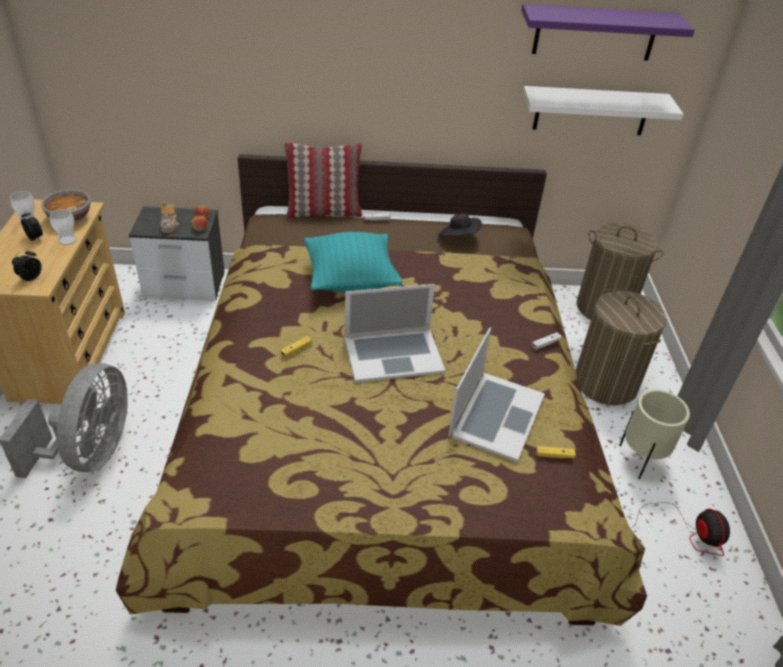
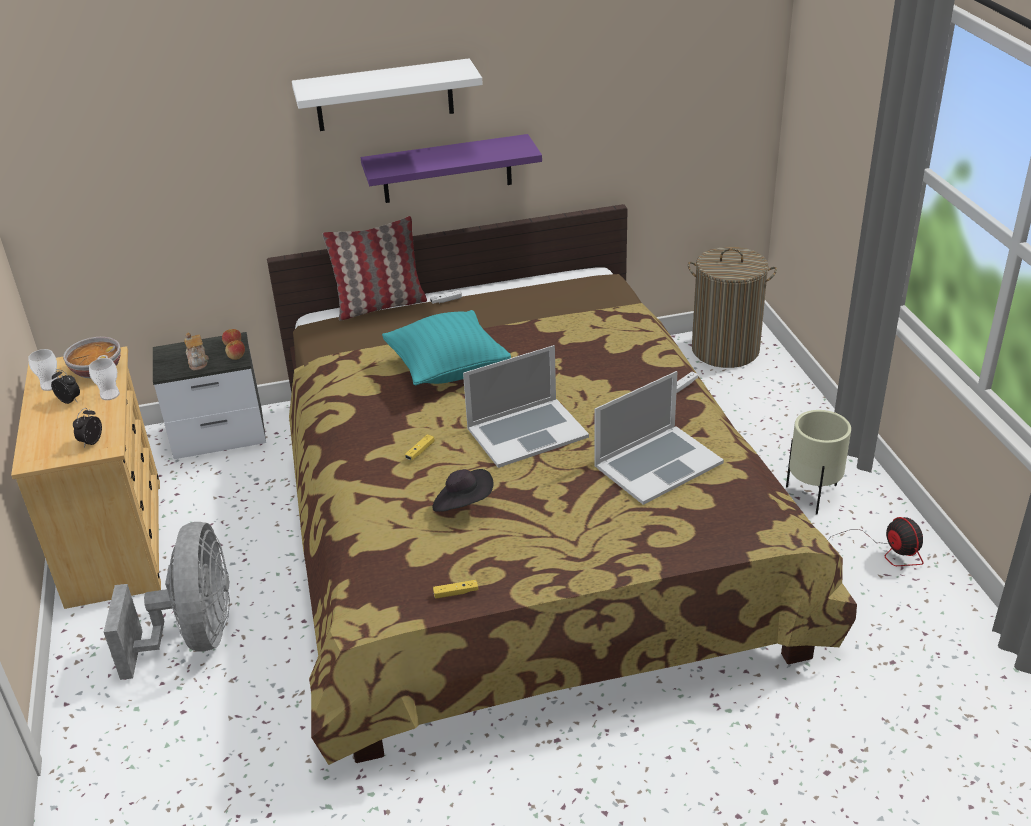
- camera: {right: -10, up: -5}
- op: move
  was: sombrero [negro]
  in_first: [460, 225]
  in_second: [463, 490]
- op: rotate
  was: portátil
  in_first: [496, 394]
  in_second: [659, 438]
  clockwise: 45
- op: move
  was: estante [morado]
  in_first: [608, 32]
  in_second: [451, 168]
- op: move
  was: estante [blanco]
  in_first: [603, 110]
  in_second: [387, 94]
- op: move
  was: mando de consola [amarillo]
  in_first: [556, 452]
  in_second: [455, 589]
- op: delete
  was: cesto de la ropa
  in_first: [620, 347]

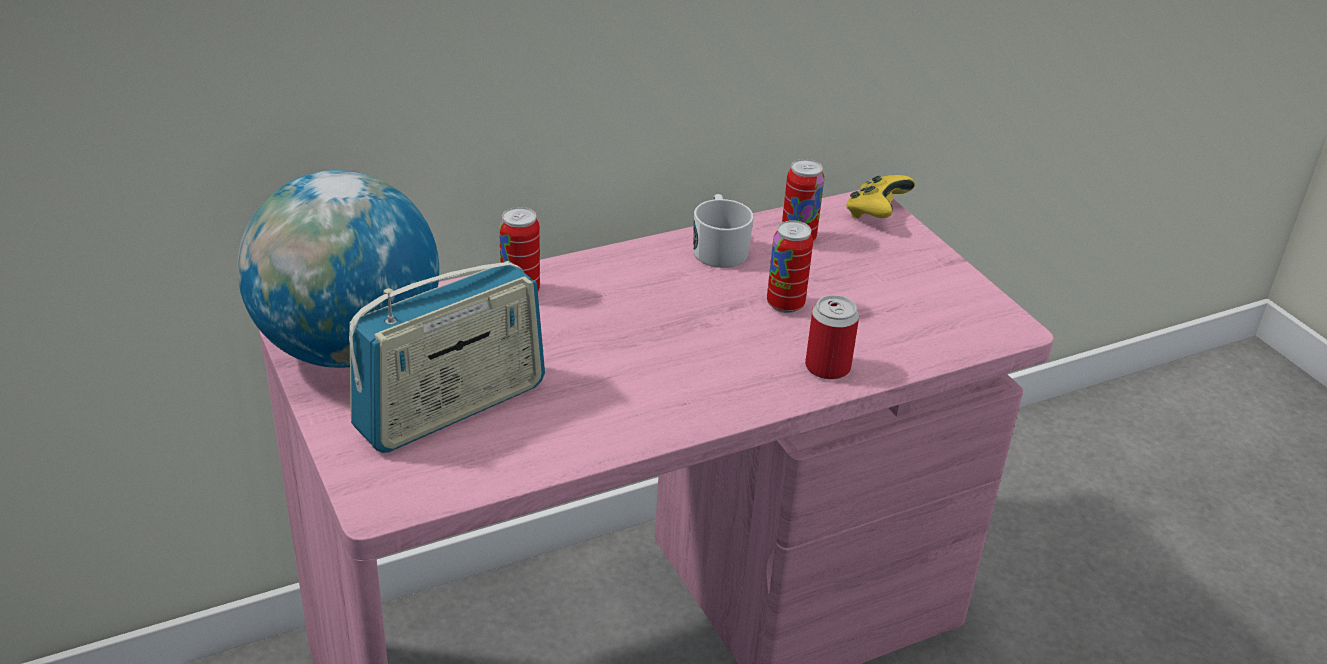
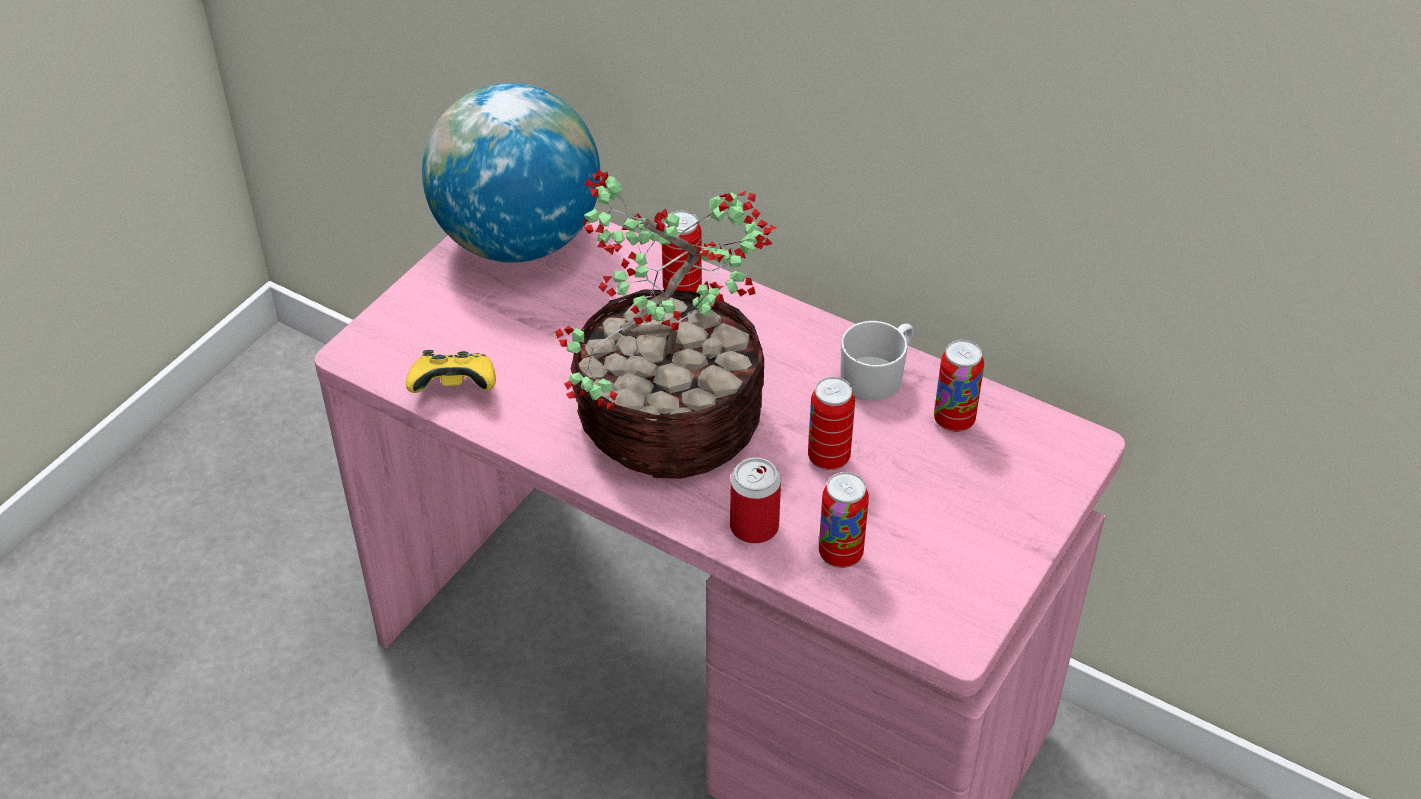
- camera: {right: 60, up: 10}
- op: delete
  was: radio
  in_first: [447, 357]
- op: move
  was: mando de consola [amarillo]
  in_first: [881, 197]
  in_second: [451, 371]
- op: insert
  now: planta en maceta
  in_second: [665, 324]
- op: insert
  now: lata
  in_second: [844, 520]

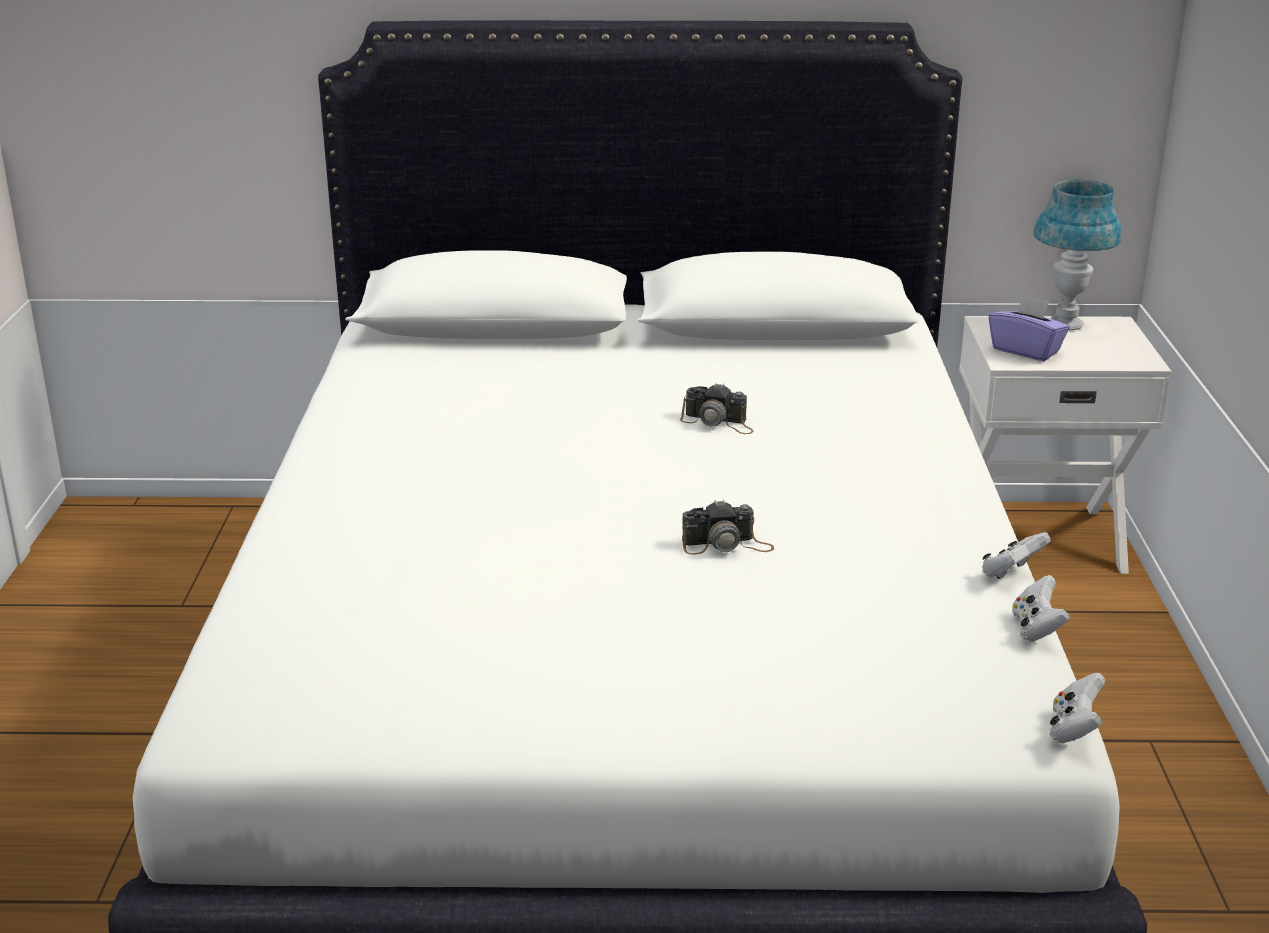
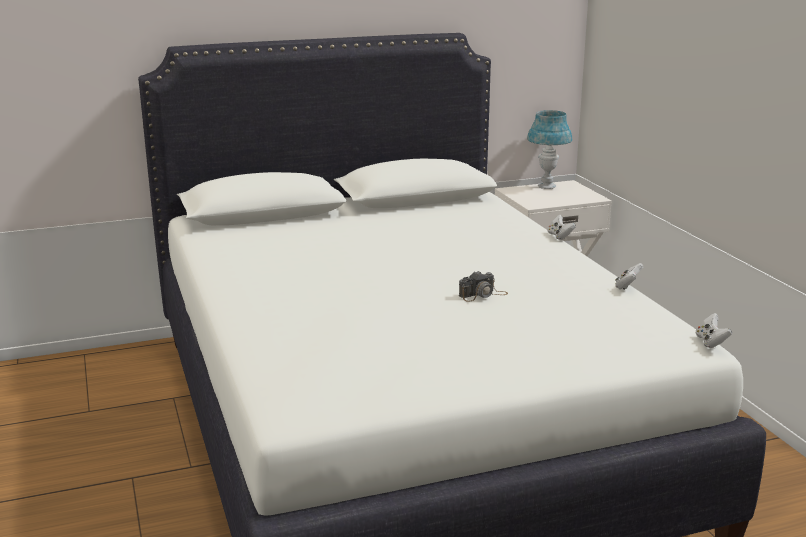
- camera: {right: -20, up: -5}
- op: delete
  was: cámara
  in_first: [717, 408]
- op: delete
  was: caja de pañuelos [morado]
  in_first: [1029, 327]
- op: move
  was: mando de consola [blanco]
  in_first: [1041, 608]
  in_second: [561, 227]

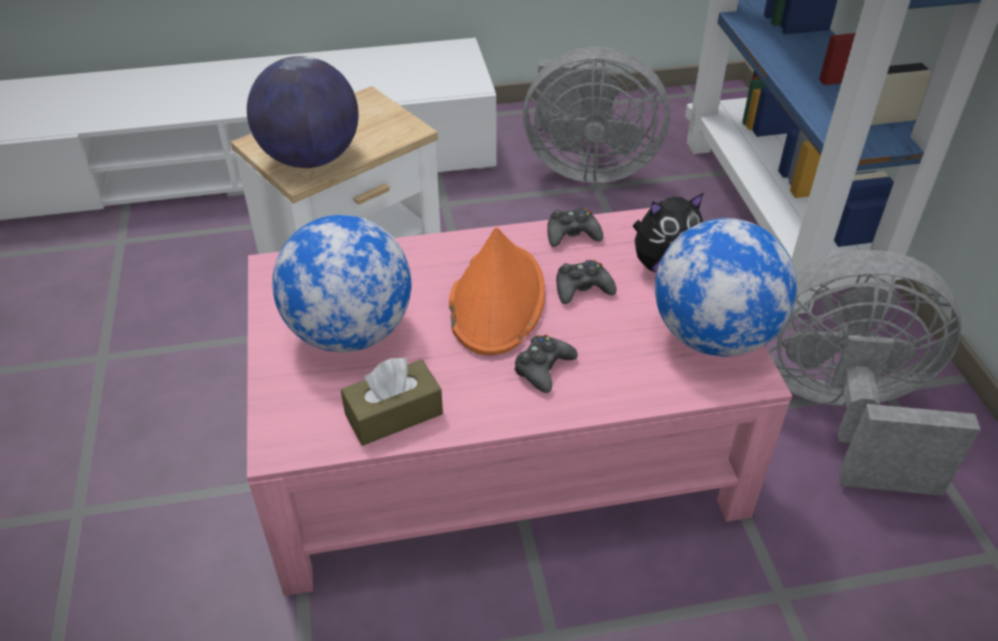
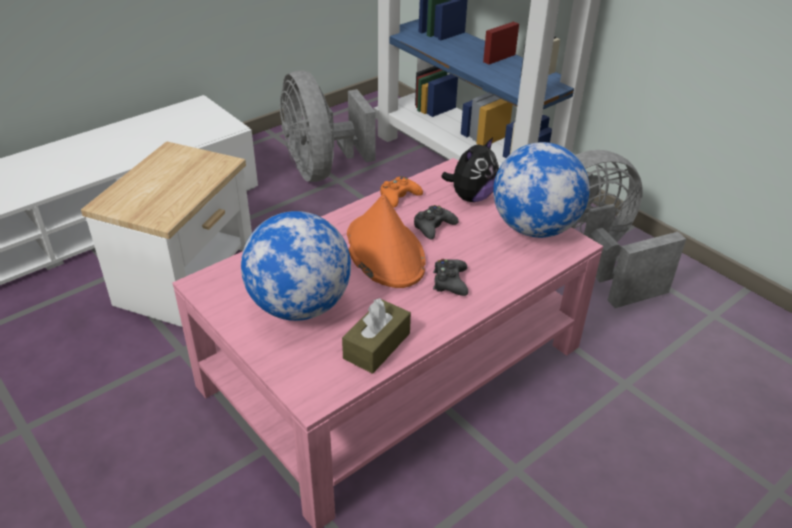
- camera: {right: -30, up: -5}
- op: delete
  was: globo terráqueo
  in_first: [303, 112]
- op: rotate
  was: ventilador [gris]
  in_first: [596, 115]
  in_second: [327, 126]
  clockwise: 90
- op: recolor
  was: mando de consola [negro]
  now: mando de consola [naranja]
  in_first: [575, 227]
  in_second: [401, 192]

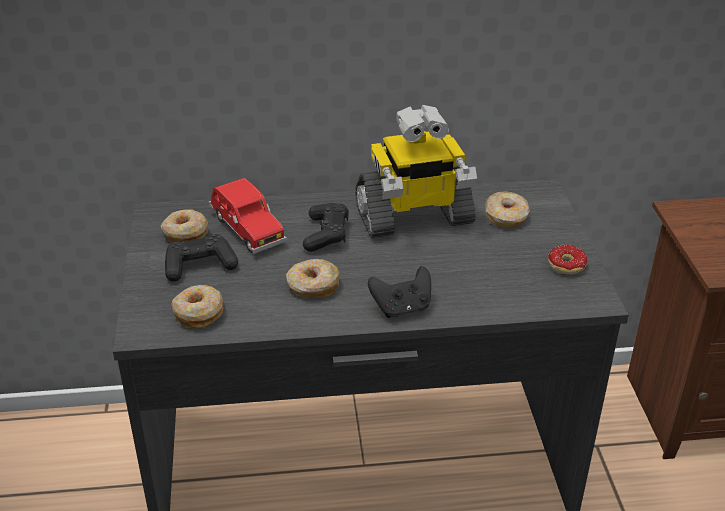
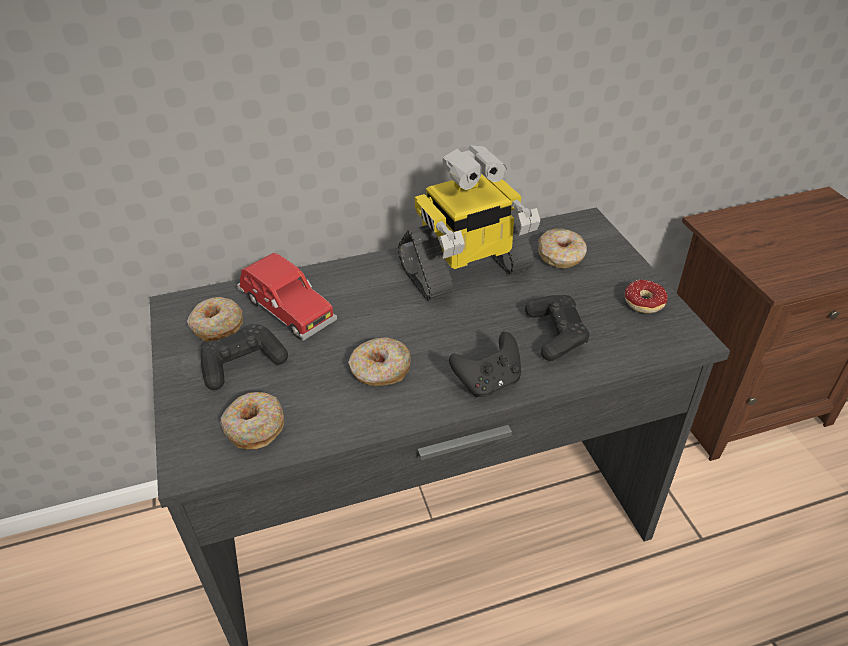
- camera: {right: -10, up: 5}
- op: move
  was: mando de consola [negro]
  in_first: [326, 227]
  in_second: [557, 328]

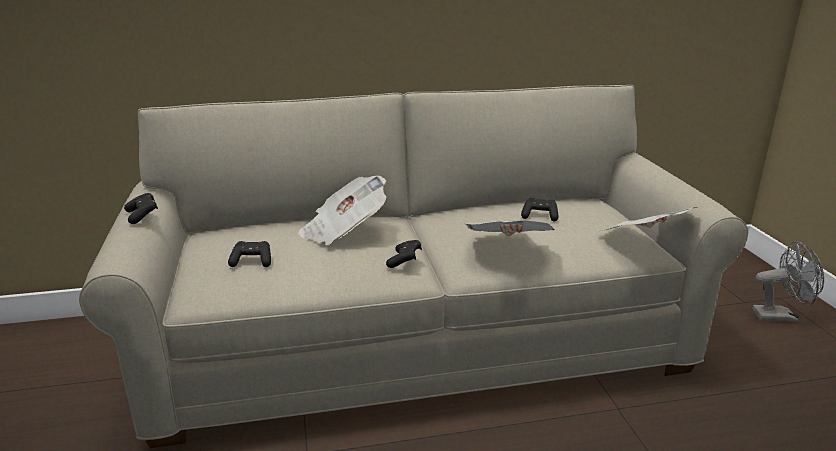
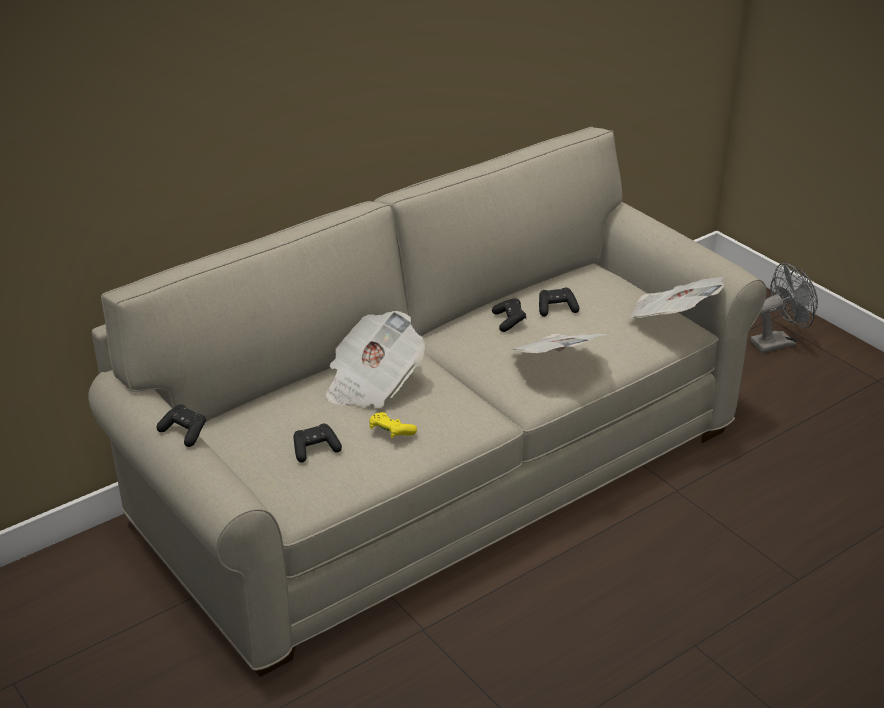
- camera: {right: -25, up: 10}
- op: move
  was: mando de consola [negro]
  in_first: [404, 254]
  in_second: [509, 315]
- op: insert
  now: mando de consola [amarillo]
  in_second: [393, 425]

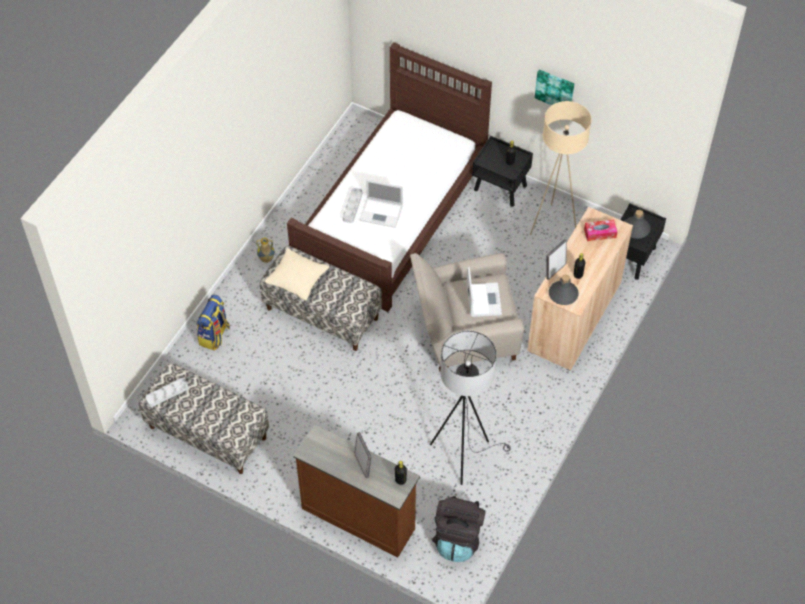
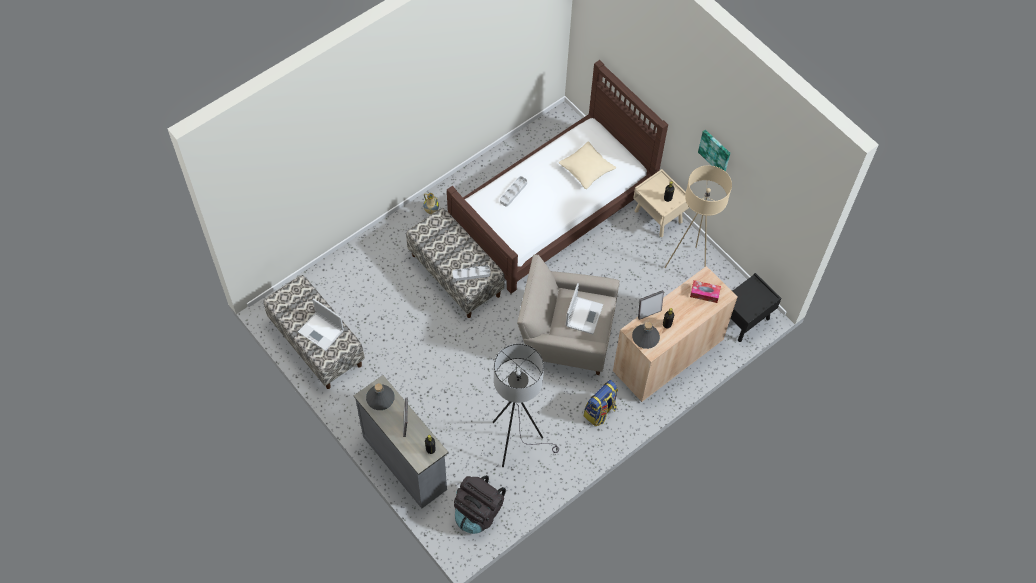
- camera: {right: 20, up: 5}
- op: move
  was: bandeja [gris]
  in_first: [166, 392]
  in_second: [471, 273]
- op: move
  was: mochila
  in_first: [213, 323]
  in_second: [601, 403]
- op: move
  was: cojín [beis]
  in_first: [297, 274]
  in_second: [587, 165]
- op: recolor
  was: cómoda [marrón]
  now: cómoda [gris]
  in_first: [356, 490]
  in_second: [400, 441]
- op: move
  was: portátil
  in_first: [381, 204]
  in_second: [321, 324]
- op: recolor
  was: mesita de noche [negro]
  now: mesita de noche [beis]
  in_first: [502, 171]
  in_second: [661, 203]
- op: move
  was: botella [gris]
  in_first: [637, 224]
  in_second: [380, 396]

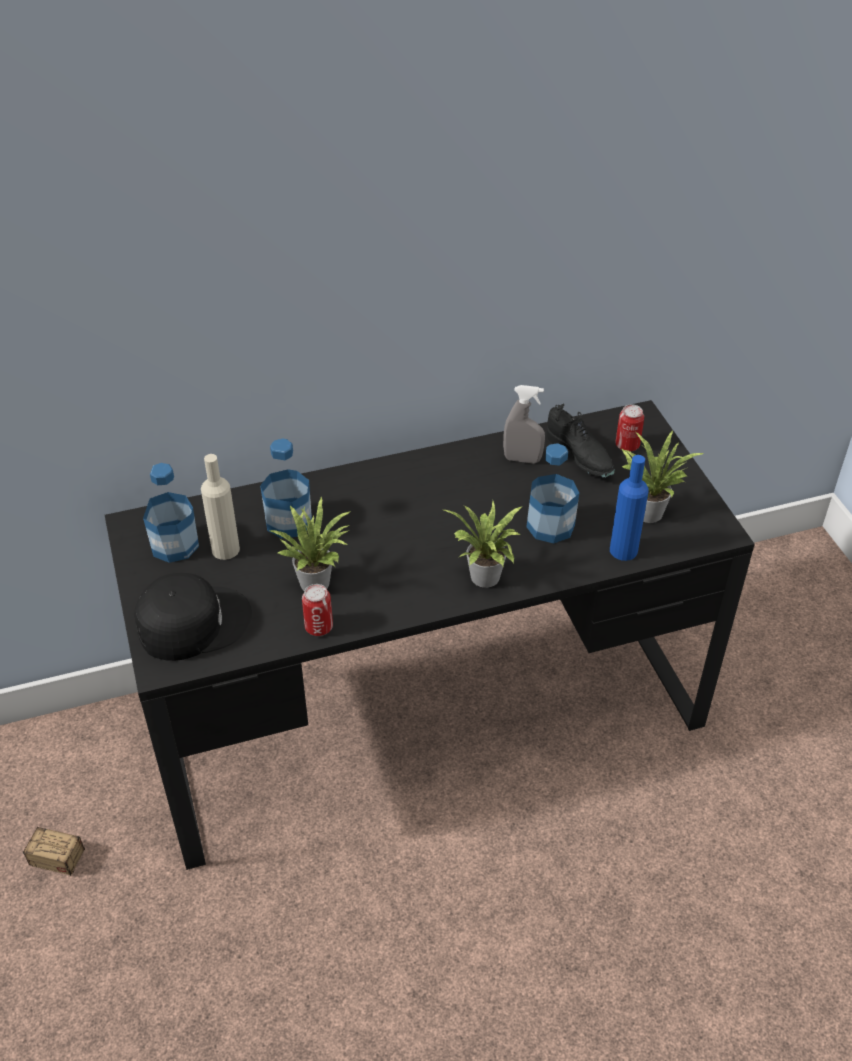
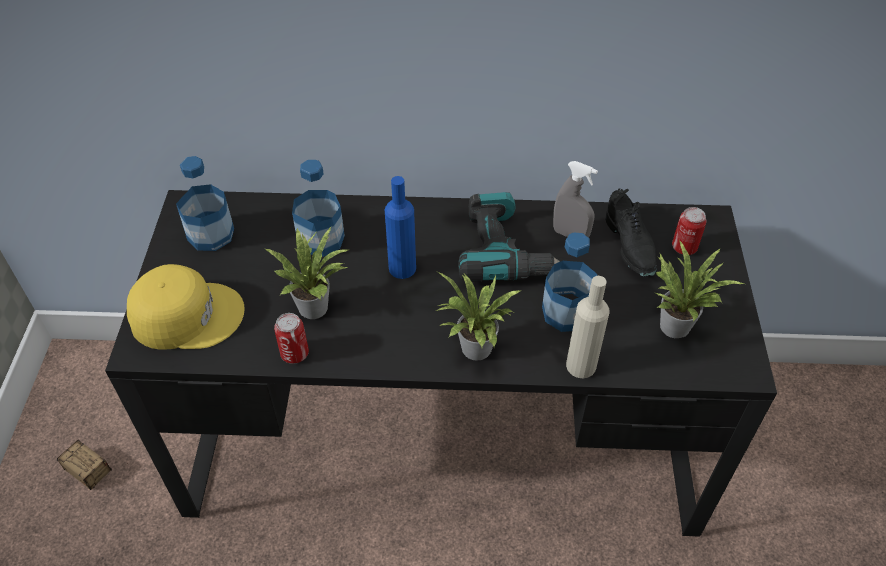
- camera: {right: 20, up: 5}
- op: recolor
  was: gorra [negro]
  now: gorra [amarillo]
  in_first: [193, 617]
  in_second: [186, 307]
- op: move
  was: botella [beis]
  in_first: [220, 507]
  in_second: [587, 327]
- op: move
  was: botella [azul]
  in_first: [629, 508]
  in_second: [400, 227]
- op: insert
  now: taladro
  in_second: [508, 237]

